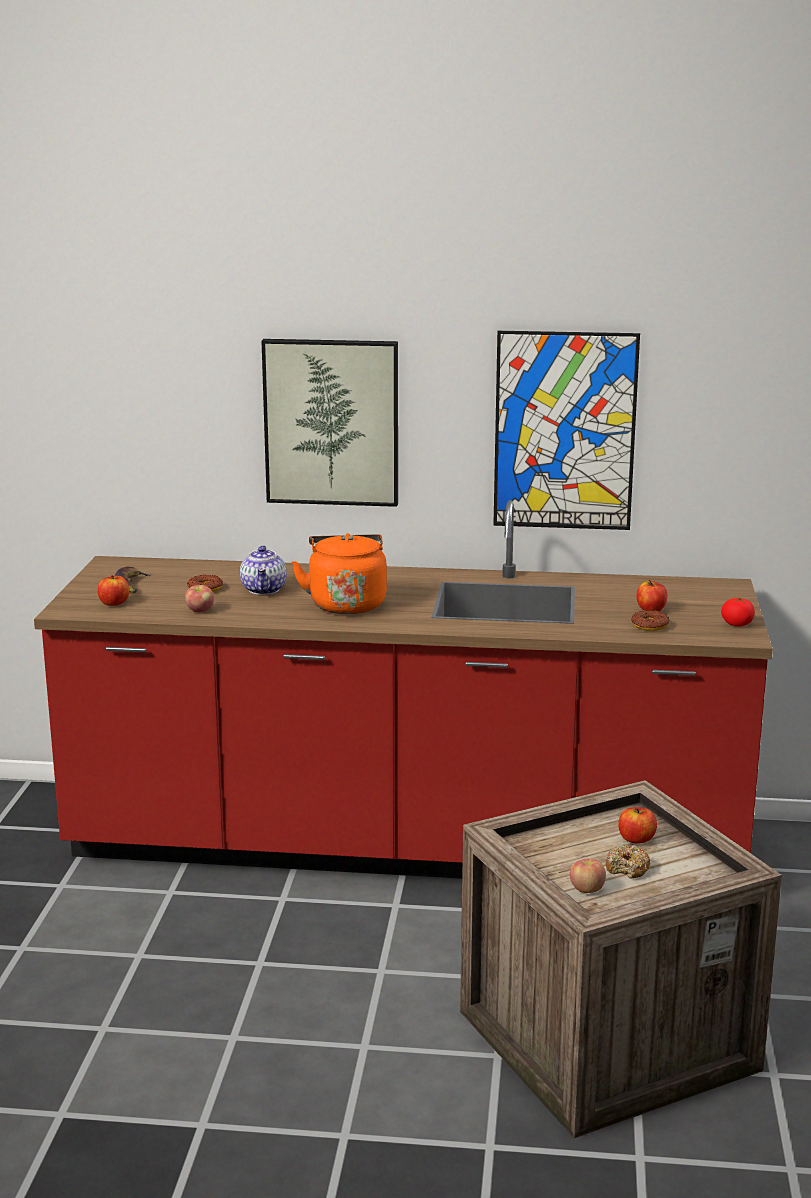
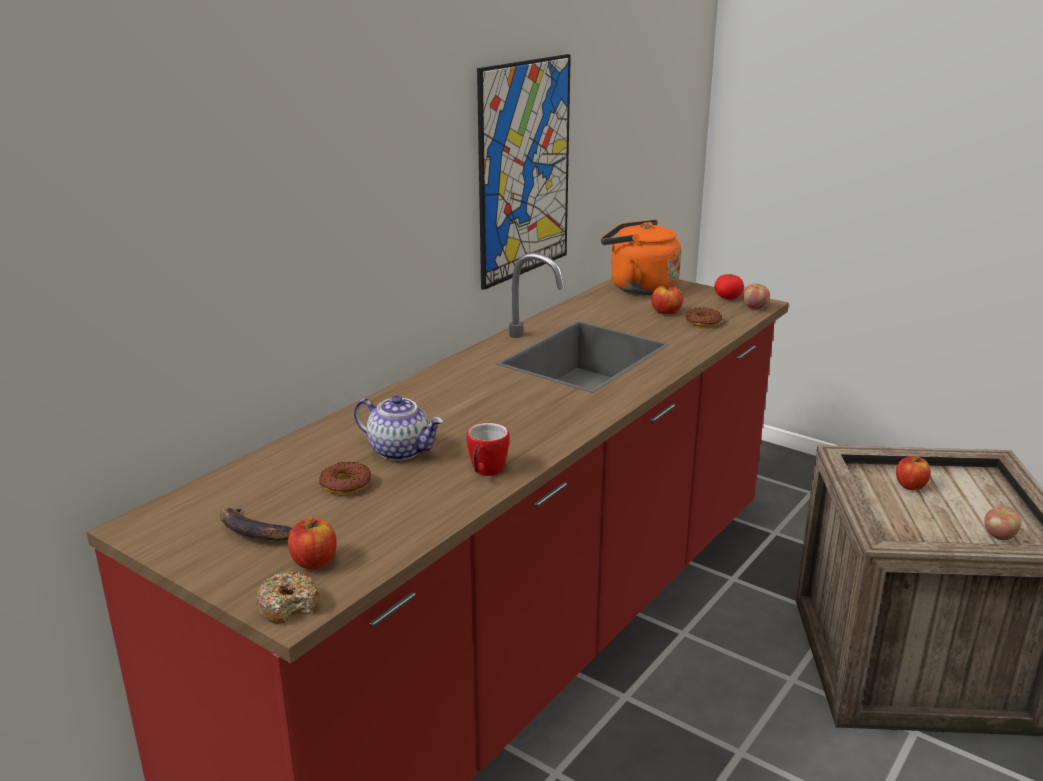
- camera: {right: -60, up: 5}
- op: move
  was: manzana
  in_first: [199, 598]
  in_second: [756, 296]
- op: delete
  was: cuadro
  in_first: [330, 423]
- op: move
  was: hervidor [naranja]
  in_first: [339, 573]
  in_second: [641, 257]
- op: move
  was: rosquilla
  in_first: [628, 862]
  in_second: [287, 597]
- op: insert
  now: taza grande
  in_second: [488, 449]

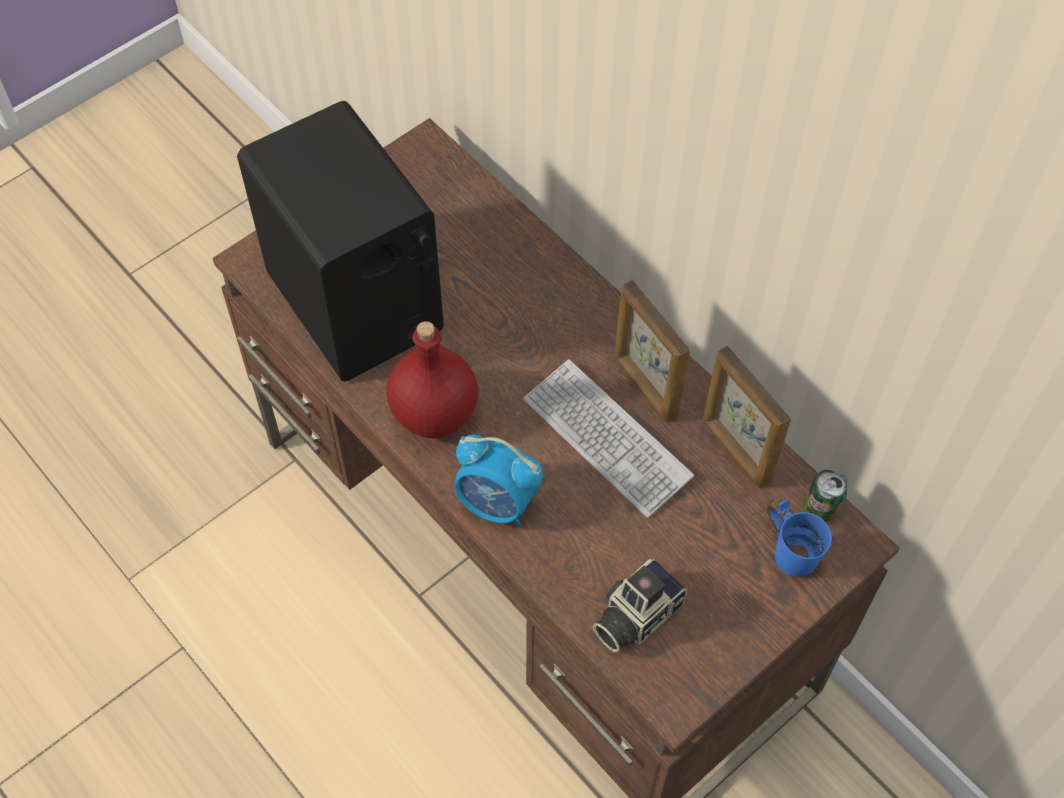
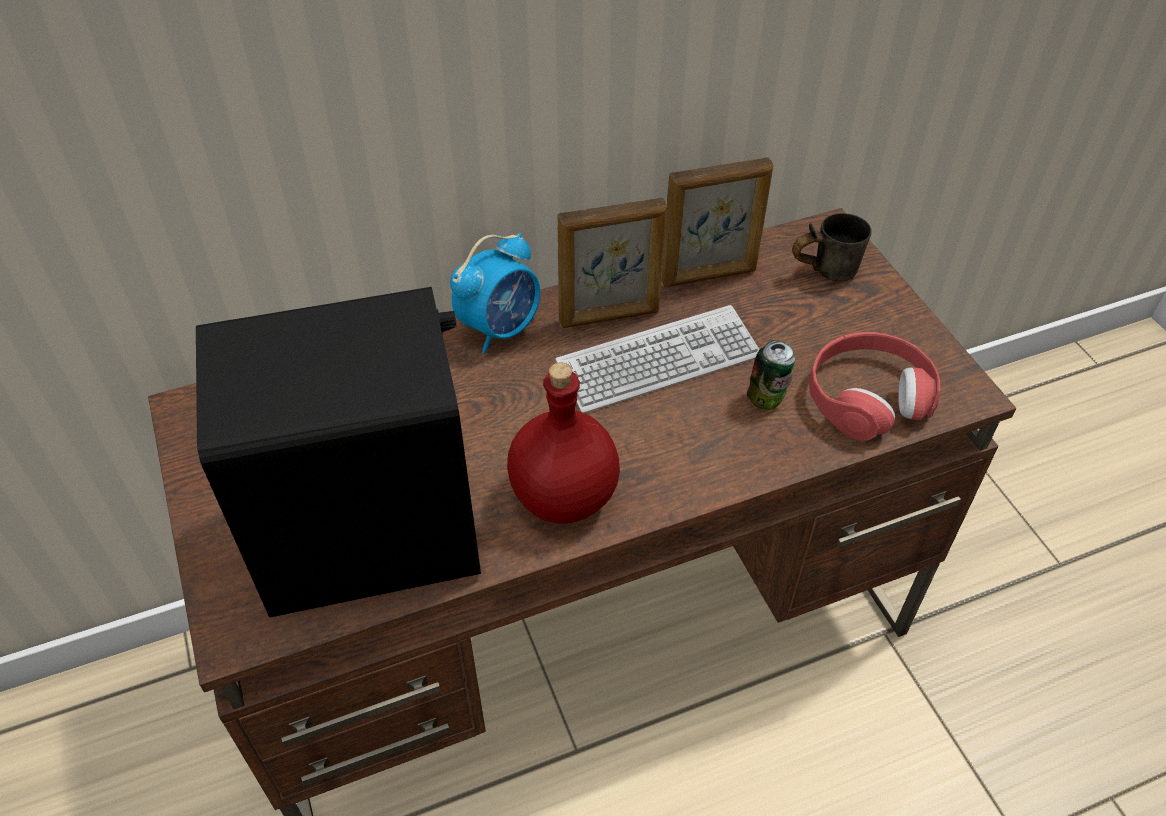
- camera: {right: -70, up: -10}
- op: move
  was: despertador
  in_first: [498, 480]
  in_second: [495, 293]
- op: replace
  was: cámara
  now: auriculares [rojo]
  in_first: [640, 606]
  in_second: [875, 386]
- op: recolor
  was: taza grande [azul]
  now: taza grande [gris]
  in_first: [799, 538]
  in_second: [832, 247]
- op: move
  was: lata
  in_first: [825, 496]
  in_second: [771, 375]

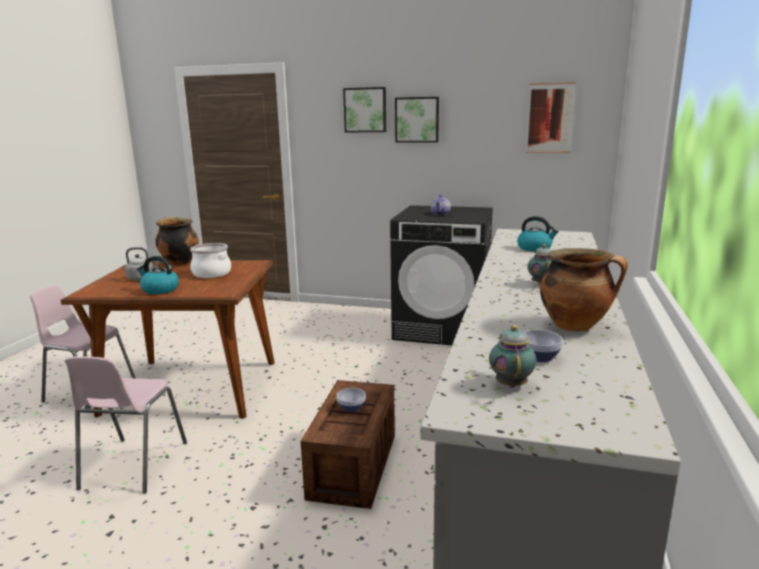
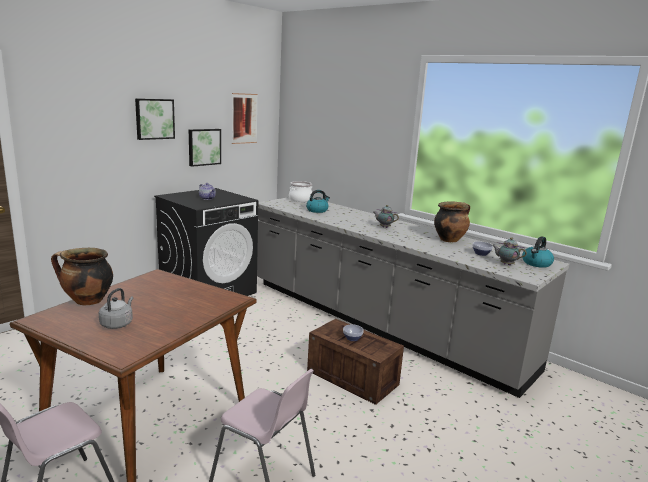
- camera: {right: -65, up: 0}
- op: move
  was: hervidor
  in_first: [158, 275]
  in_second: [538, 252]
- op: move
  was: olla
  in_first: [210, 260]
  in_second: [300, 191]
- op: move
  was: cuadro
  in_first: [364, 109]
  in_second: [205, 148]

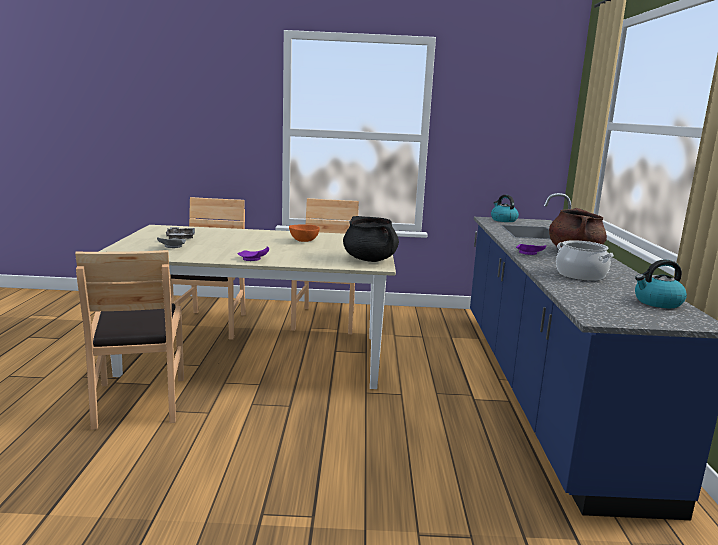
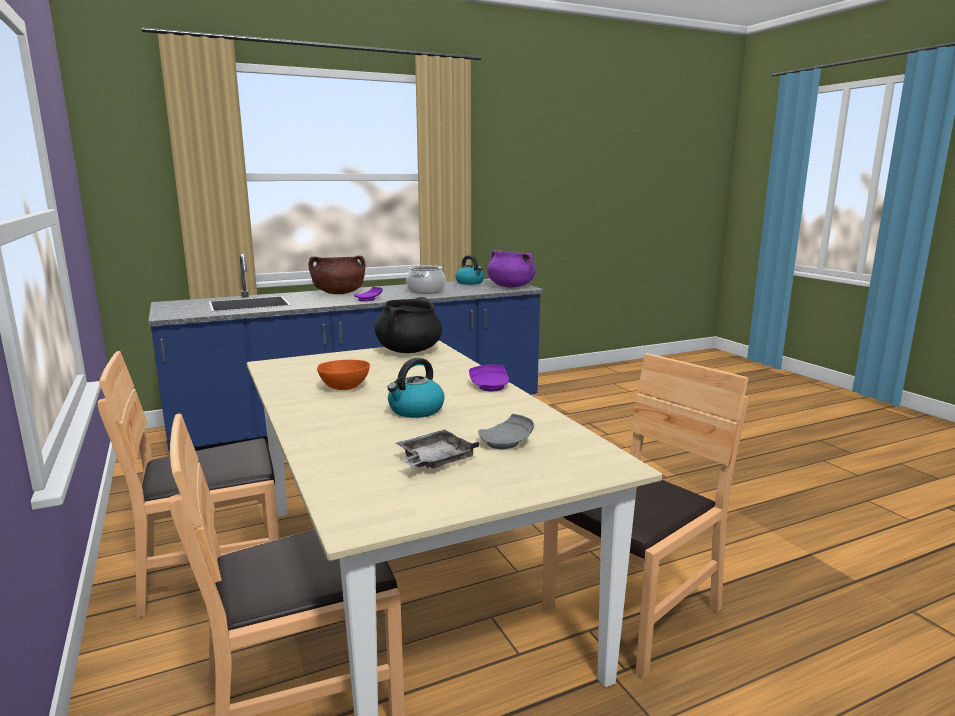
- camera: {right: -115, up: 0}
- op: move
  was: hervidor
  in_first: [505, 208]
  in_second: [416, 388]
- op: insert
  now: olla [morado]
  in_second: [511, 268]

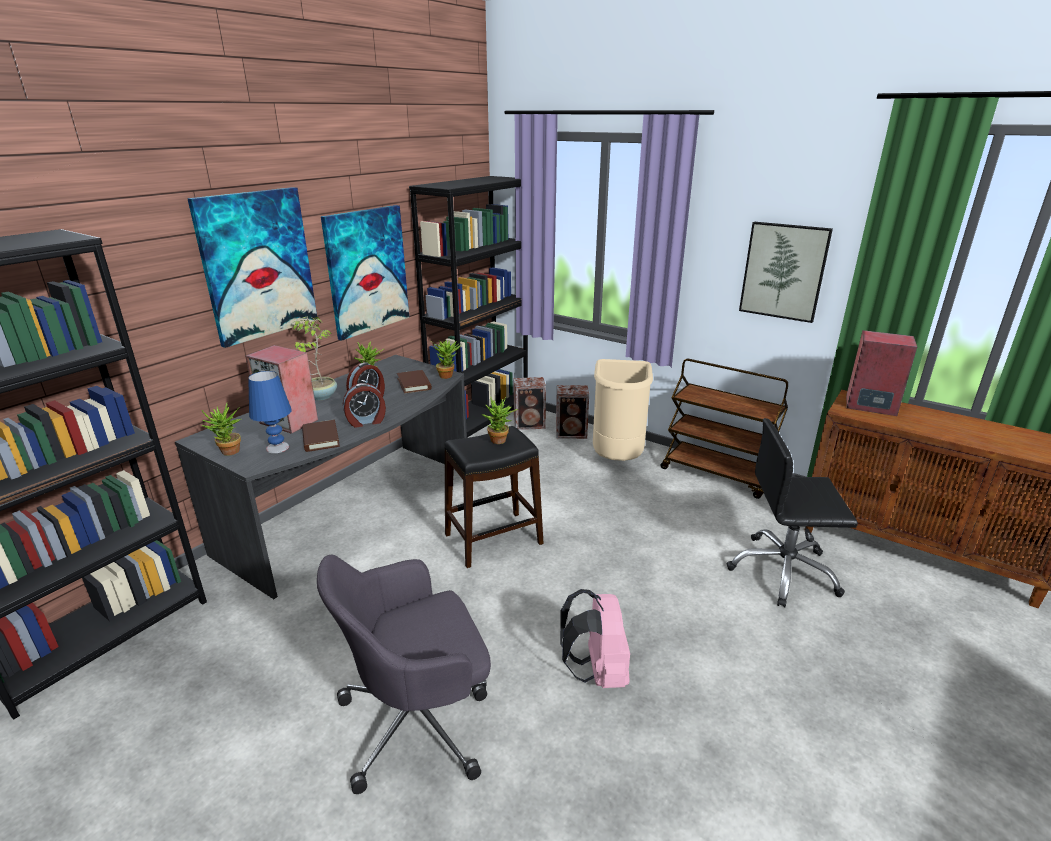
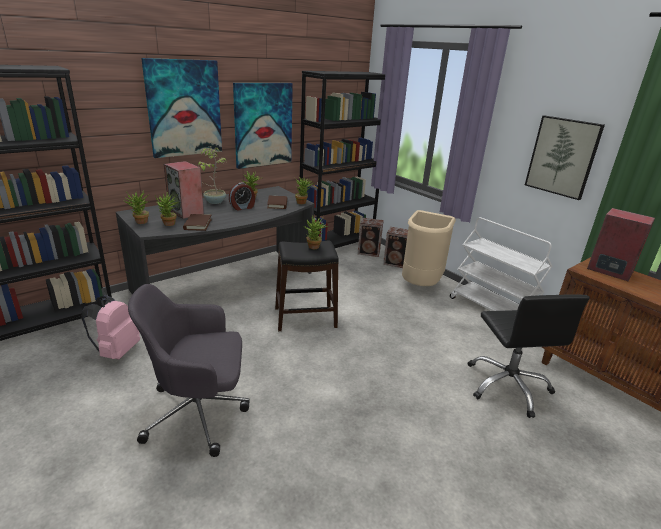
- camera: {right: 15, up: 0}
- op: replace
  was: lámpara de mesa [azul]
  now: planta en maceta
  in_first: [270, 412]
  in_second: [166, 209]
- op: delete
  was: despertador
  in_first: [364, 405]
- op: move
  was: mochila [rosa]
  in_first: [595, 638]
  in_second: [111, 327]
- op: recolor
  was: carrito [marrón]
  now: carrito [blanco]
  in_first: [724, 429]
  in_second: [501, 264]
- op: rotate
  was: silla de oficina [negro]
  in_first: [792, 512]
  in_second: [529, 356]
  clockwise: -120

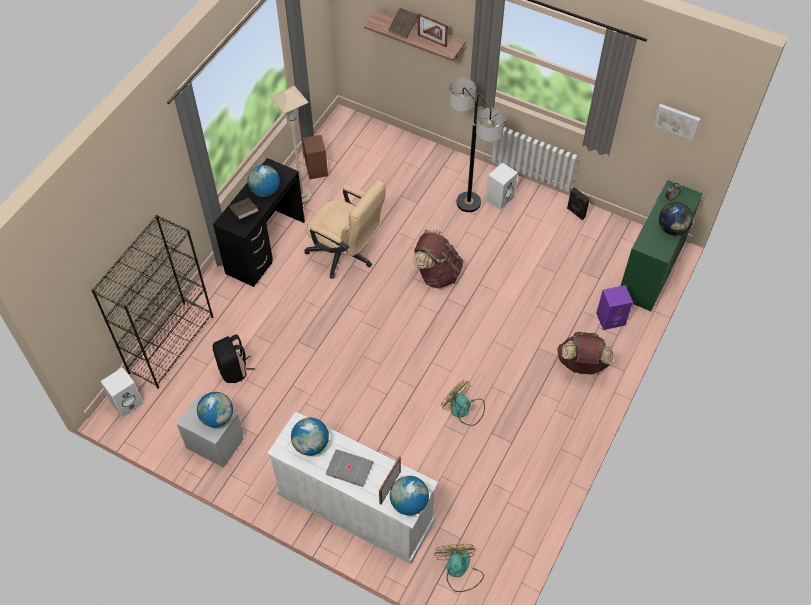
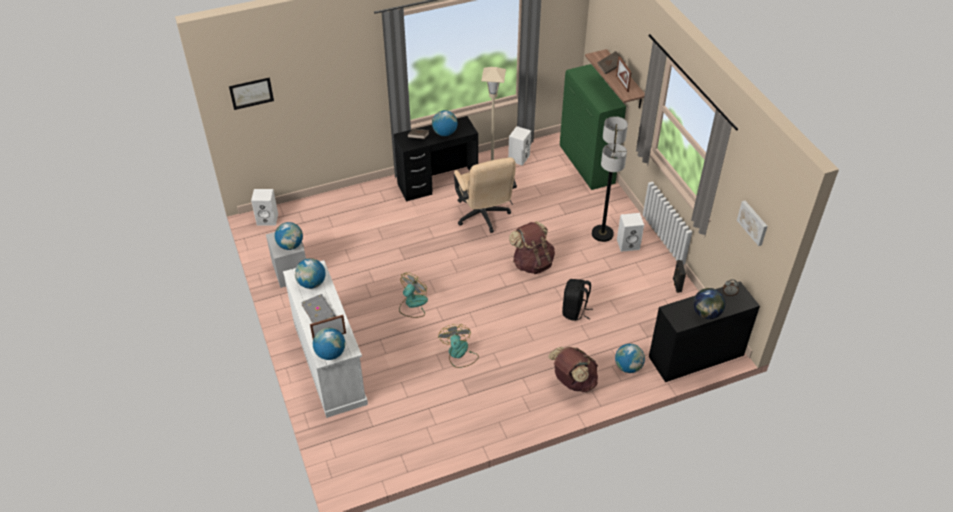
- camera: {right: 40, up: -10}
- op: delete
  was: estantería [negro]
  in_first: [152, 302]
- op: move
  was: mochila [negro]
  in_first: [234, 358]
  in_second: [577, 300]
- op: recolor
  was: altavoz [marrón]
  now: altavoz [blanco]
  in_first: [315, 157]
  in_second: [519, 146]
- op: move
  was: ventilador
  in_first: [459, 568]
  in_second: [413, 295]
- op: replace
  was: altavoz [morado]
  now: globo terráqueo
  in_first: [614, 307]
  in_second: [630, 358]
- op: recolor
  was: escritorio [verde]
  now: escritorio [negro]
  in_first: [662, 245]
  in_second: [704, 331]
- op: insert
  now: cuadro
  in_second: [251, 93]
- op: insert
  now: armario [verde]
  in_second: [593, 127]

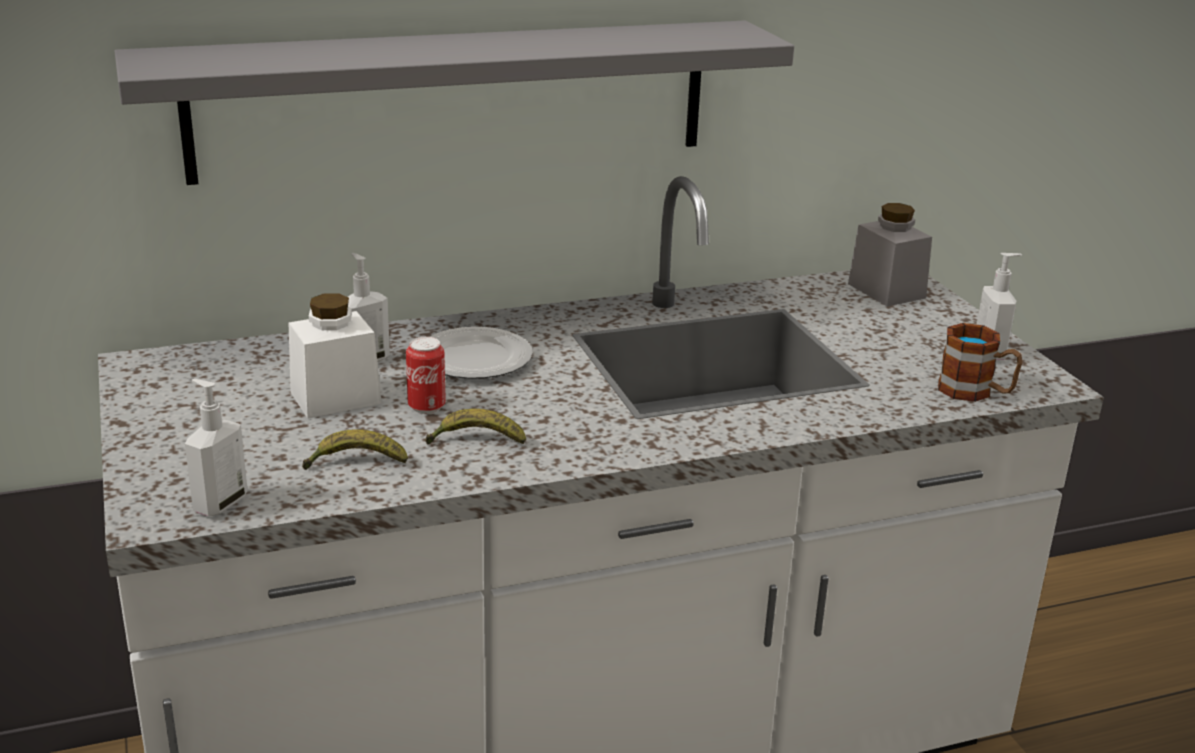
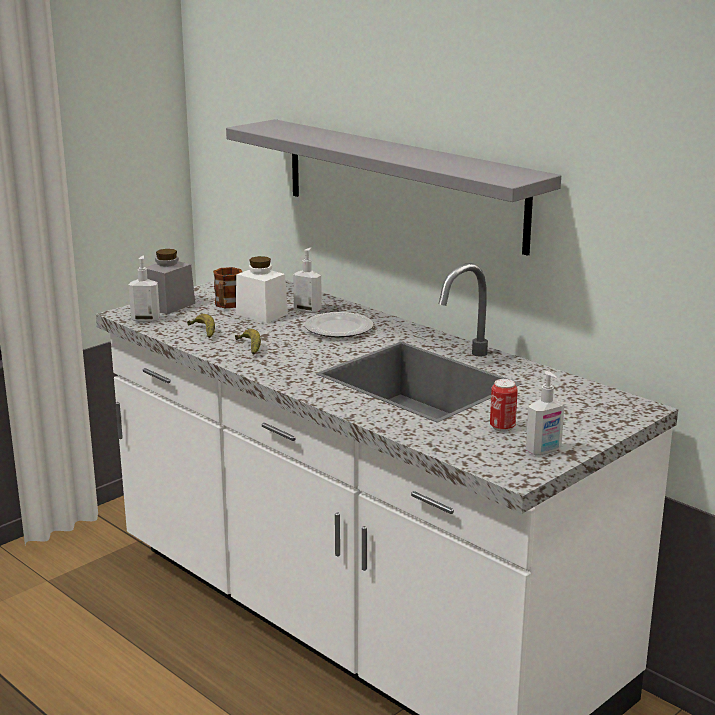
- camera: {right: 65, up: -5}
- op: move
  was: lata
  in_first: [426, 375]
  in_second: [504, 405]
- op: move
  was: tarro [gris]
  in_first: [890, 255]
  in_second: [170, 281]
- op: move
  was: taza grande
  in_first: [980, 362]
  in_second: [227, 287]

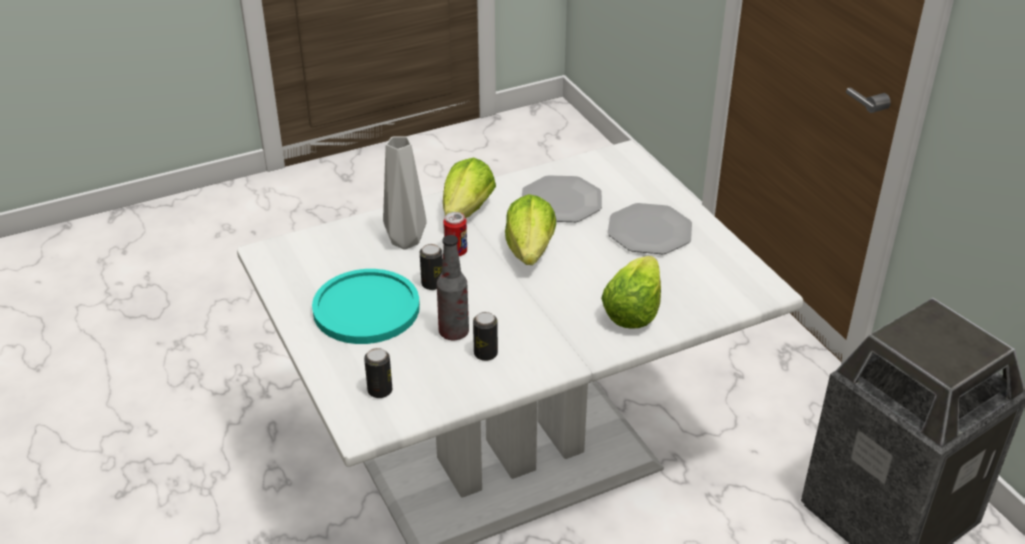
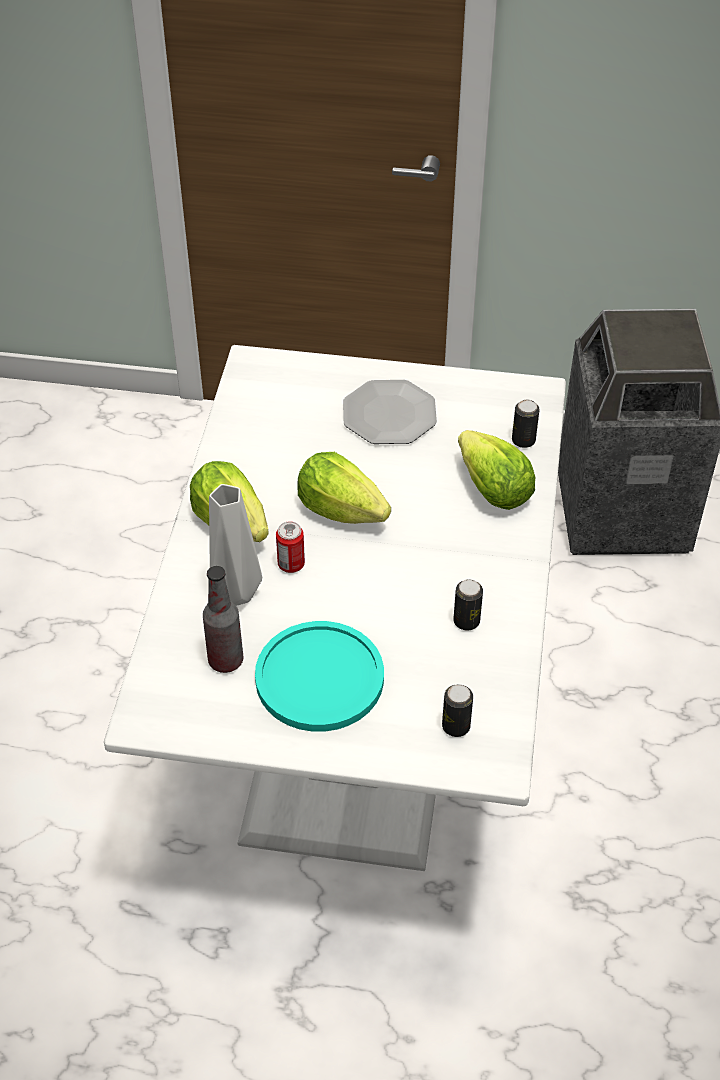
- camera: {right: -55, up: 10}
- op: move
  was: lata
  in_first: [431, 267]
  in_second: [526, 424]
- op: move
  was: botella
  in_first: [453, 287]
  in_second: [223, 619]
- op: delete
  was: plato
  in_first: [562, 198]

